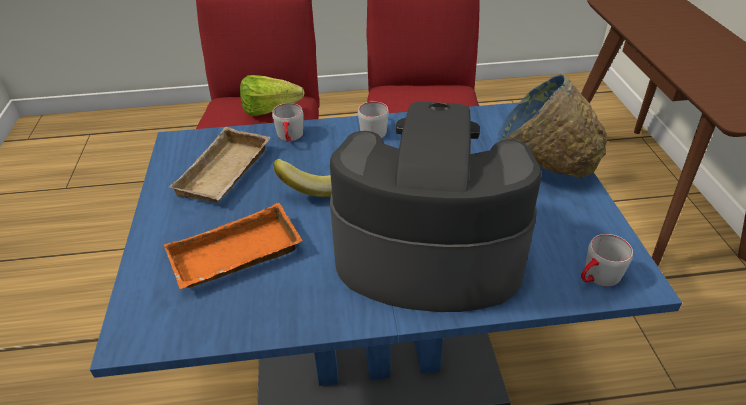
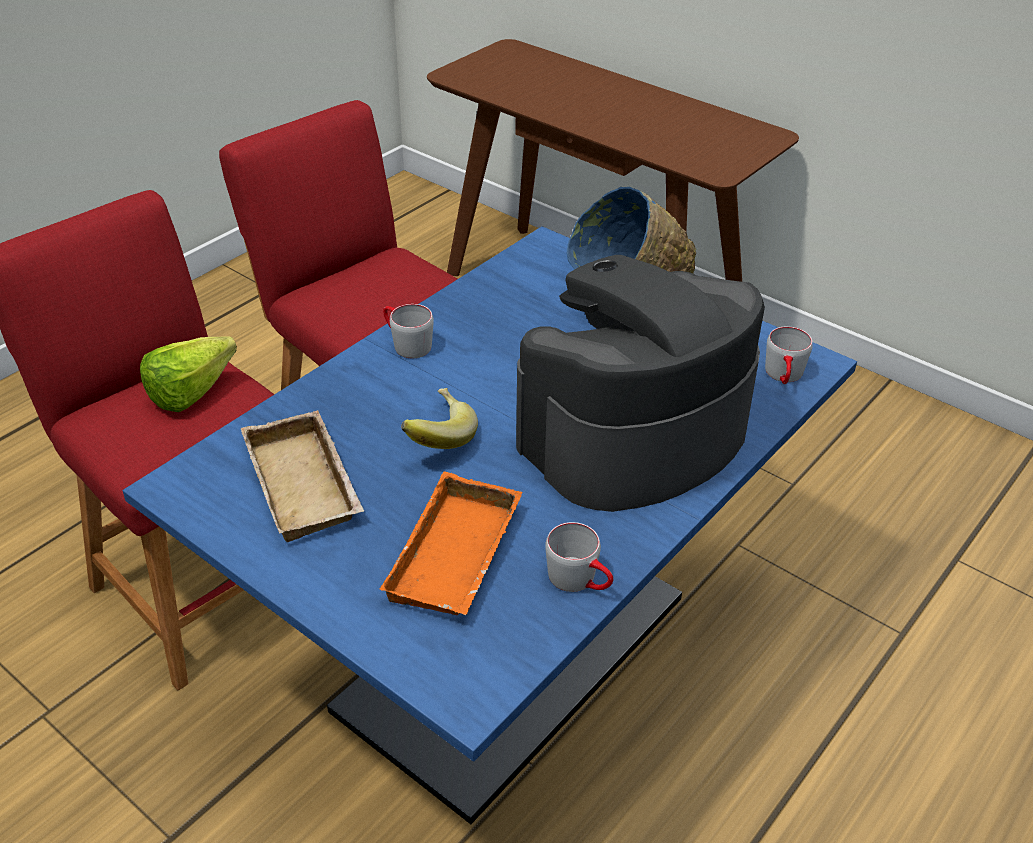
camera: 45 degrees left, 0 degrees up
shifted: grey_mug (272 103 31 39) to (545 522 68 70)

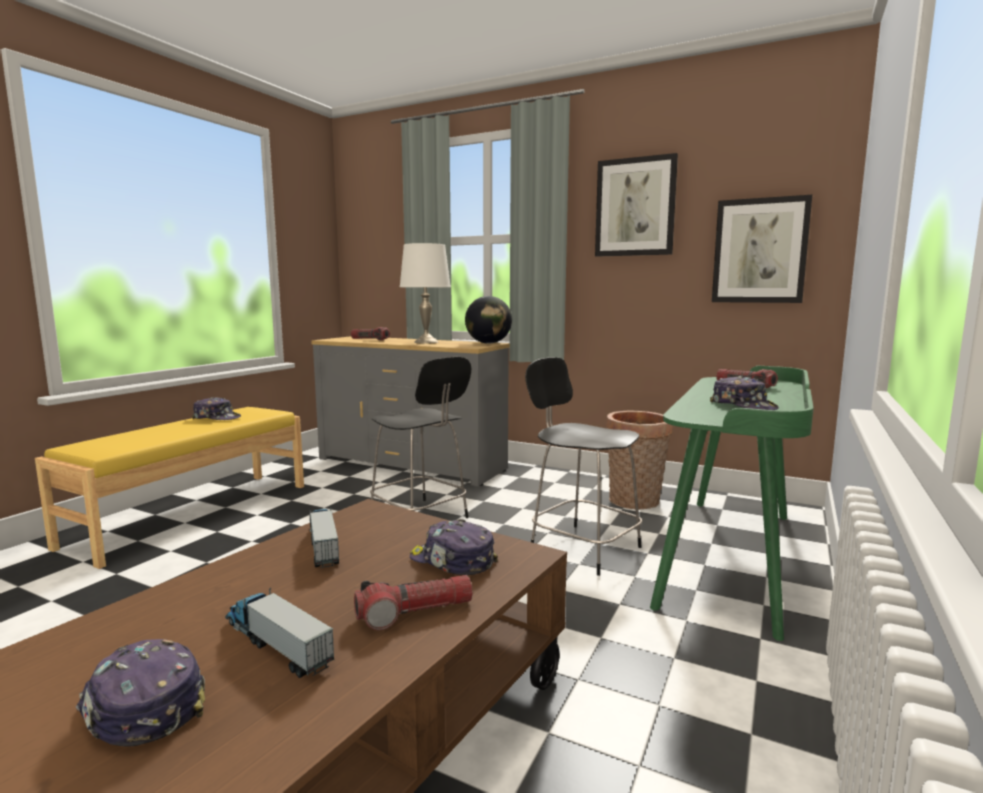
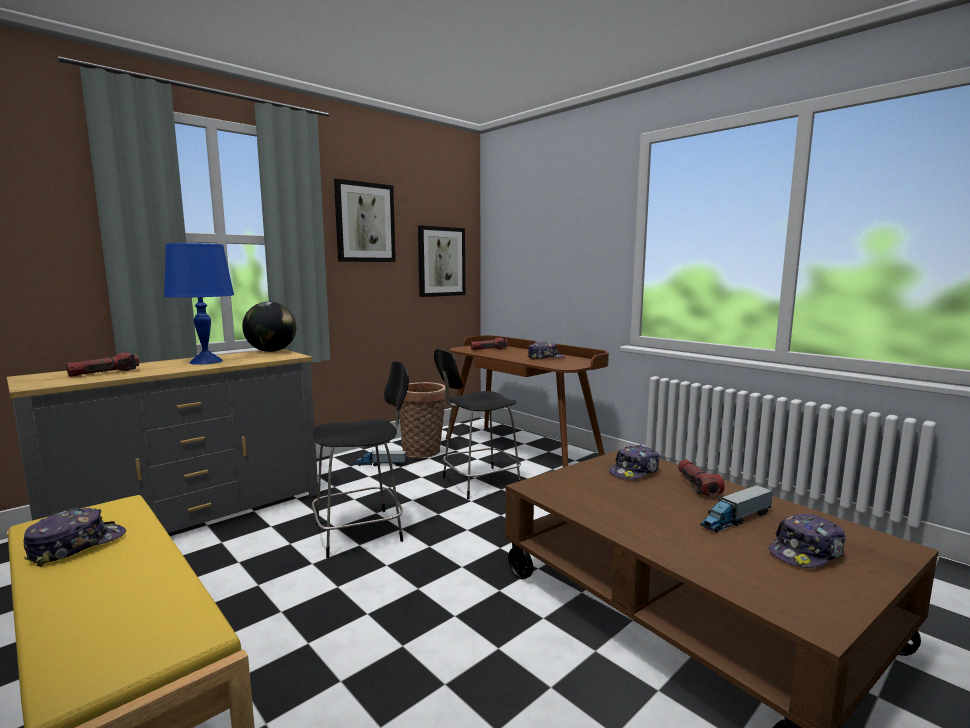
camera: 70 degrees left, 0 degrees up
shifted: toy_truck (309 506 30 62) to (356 450 51 16)
repainted: white_table_lamp (400 243 51 101) to blue_table_lamp (164 243 70 122); green_desk (650 366 164 275) to brown_desk (446 335 163 132)

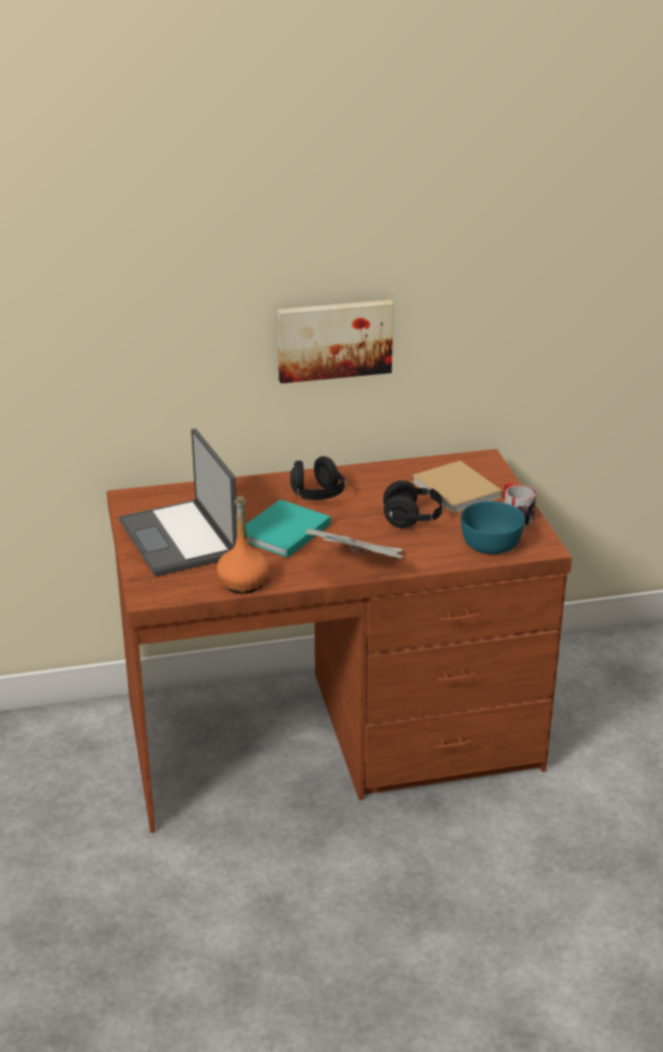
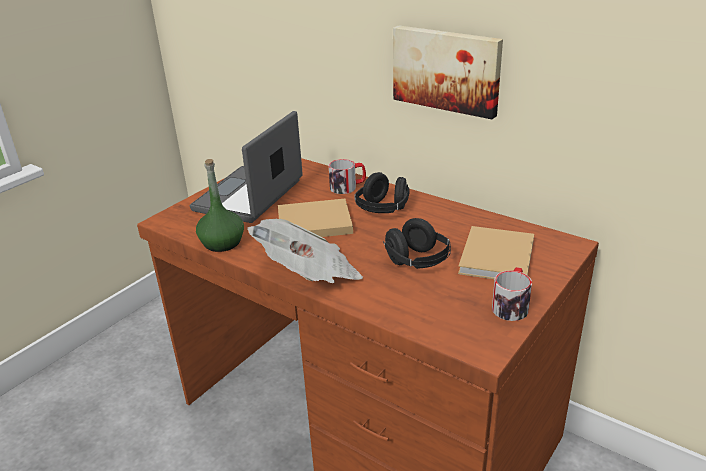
camera: 50 degrees right, 0 degrees up
gone: turquoise_bowl (461 501 64 53)
new: mug (329 159 37 35)
repainted: orange_bottle (217 496 52 98) to green_bottle (196 159 48 93); turquoise_book (246 499 85 59) to beige_book (278 198 75 39)

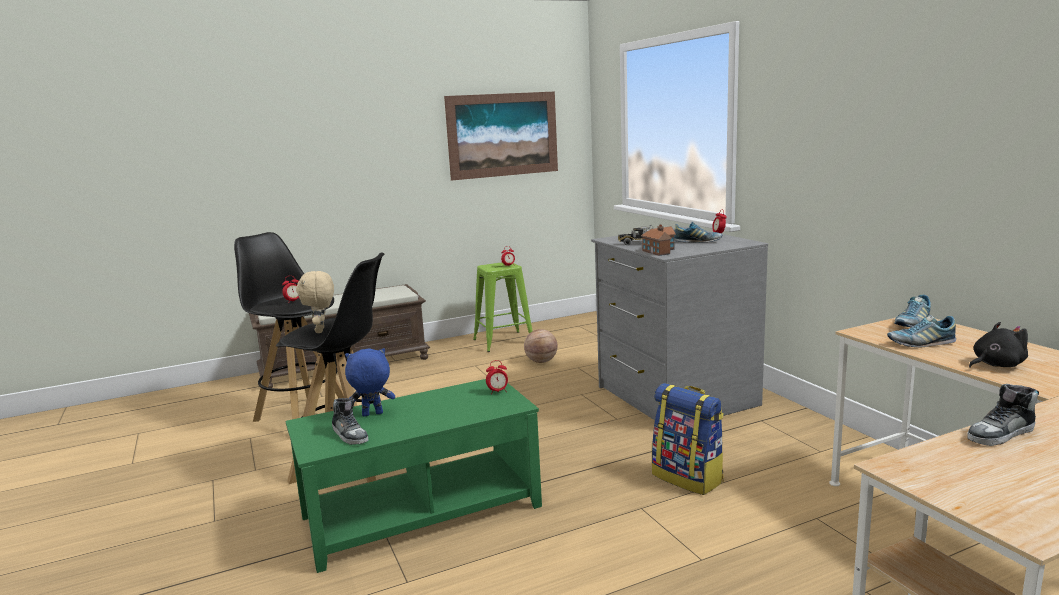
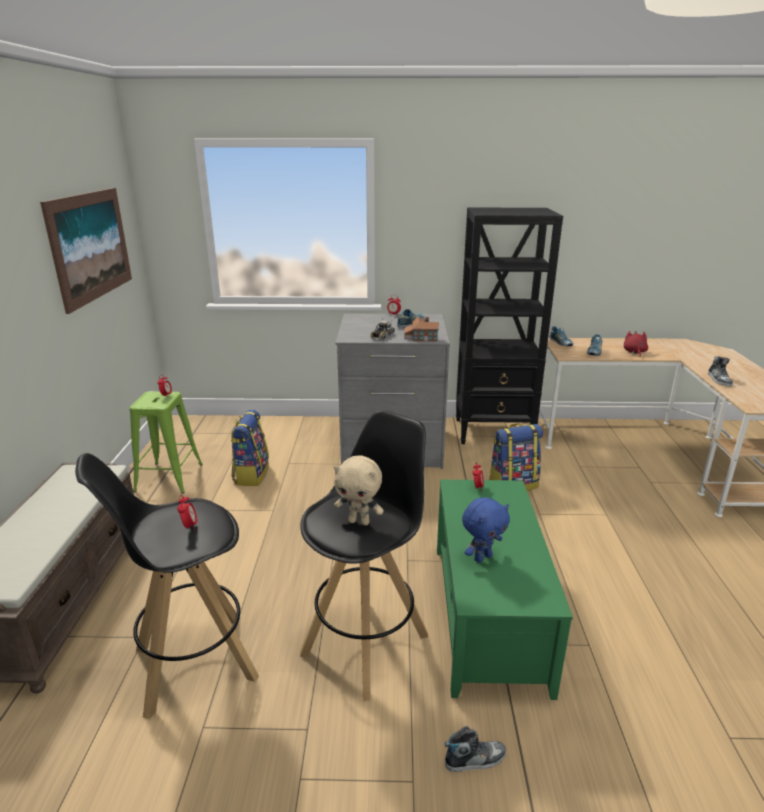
camera: 65 degrees left, 10 degrees up
new: black_bookcase (456 208 107 236)
shifted: shoe (332 398 37 47) to (445 726 61 46)
swapped: basketball (524 329 34 34) to backpack (231 410 38 76)
repainted: black_plush_toy (969 322 59 46) to red_plush_toy (624 331 24 26)
rotated: blue_plush_toy (345 348 50 68) = (462 497 48 66) 135 degrees counterclockwise

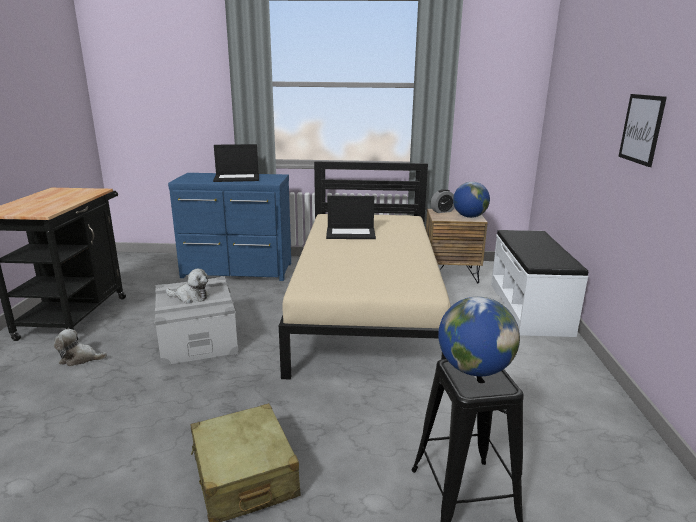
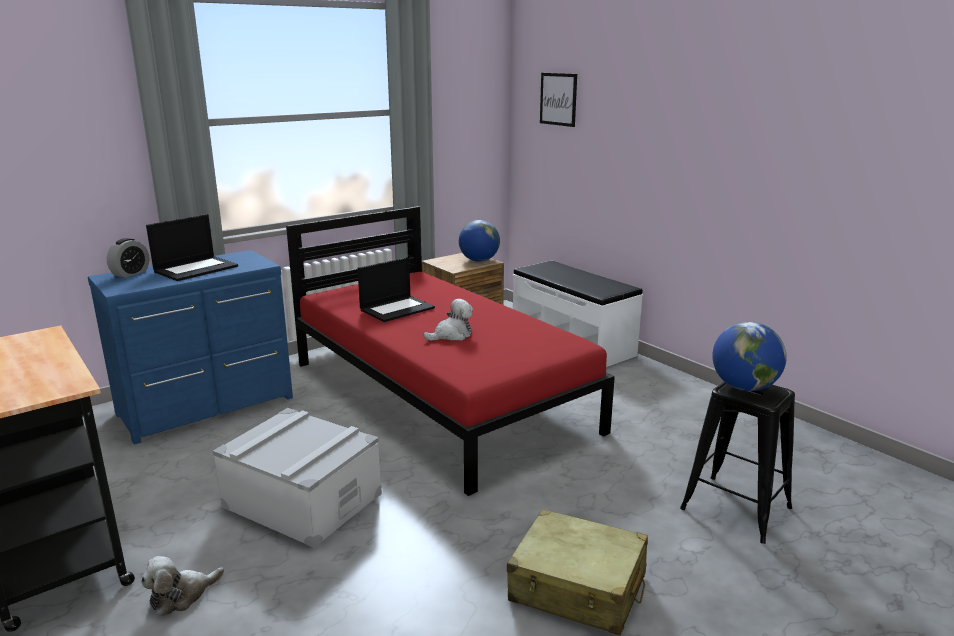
camera: 40 degrees left, 0 degrees up
shifted: plush_toy (165 268 44 36) to (424 299 49 42); alarm_clock (431 189 23 24) to (107 238 42 40); picture (618 94 49 73) to (540 73 37 54)
repainted: beige_bed (279 161 172 219) to red_bed (286 206 329 290)

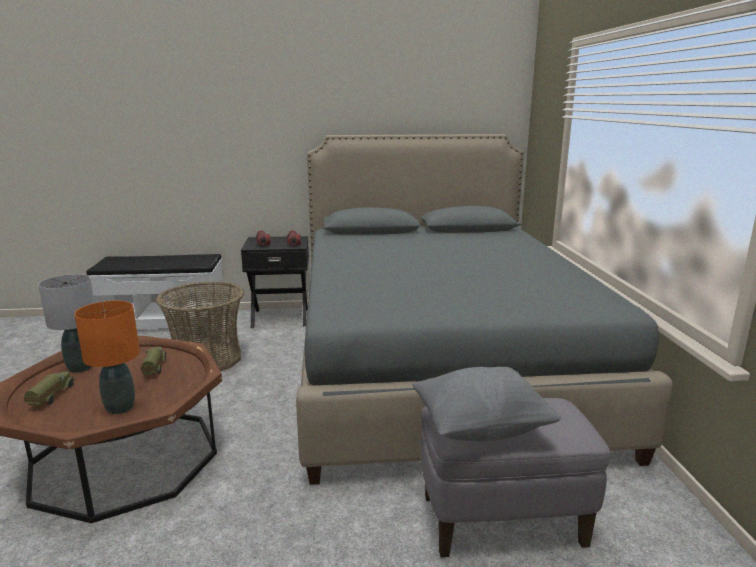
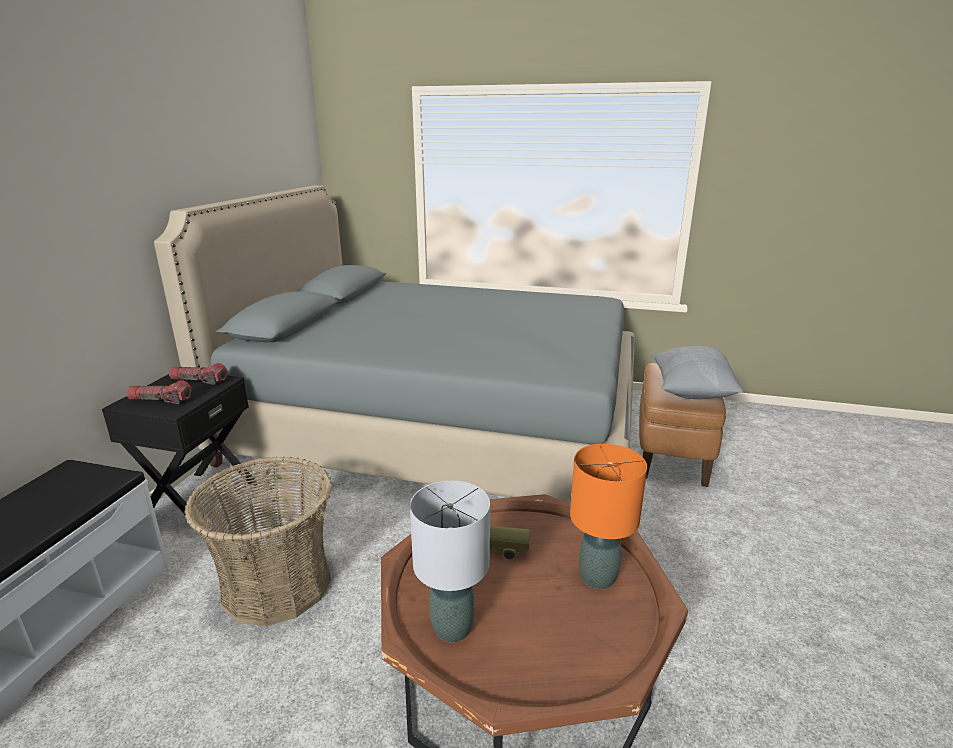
camera: 70 degrees left, 5 degrees up
gone: toy_truck (24 372 52 33)
repainted: grey_ottoman (421 398 189 159) to brown_ottoman (639 363 87 124)

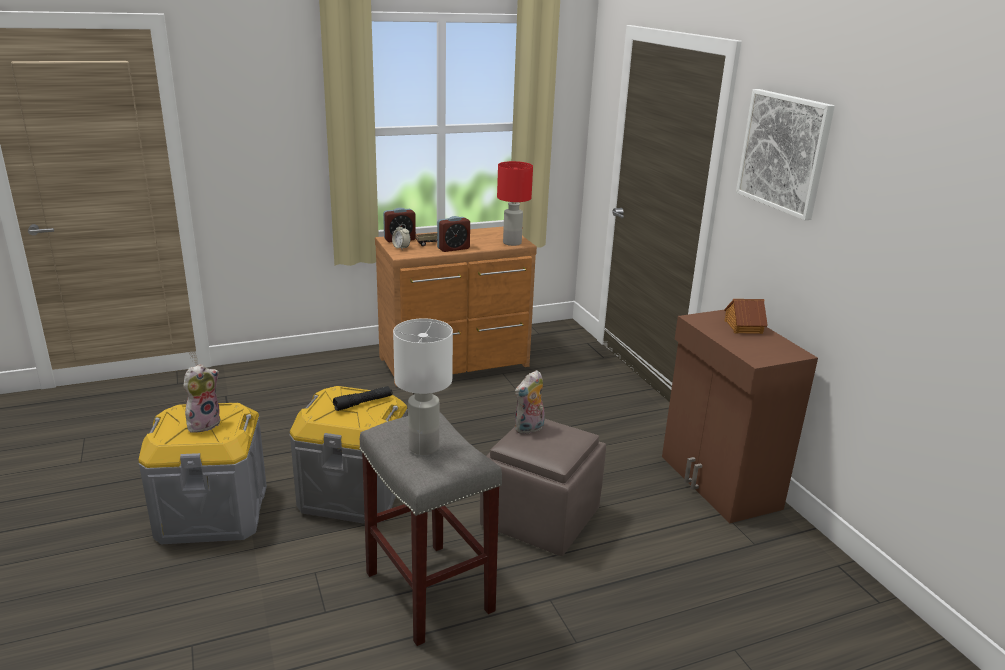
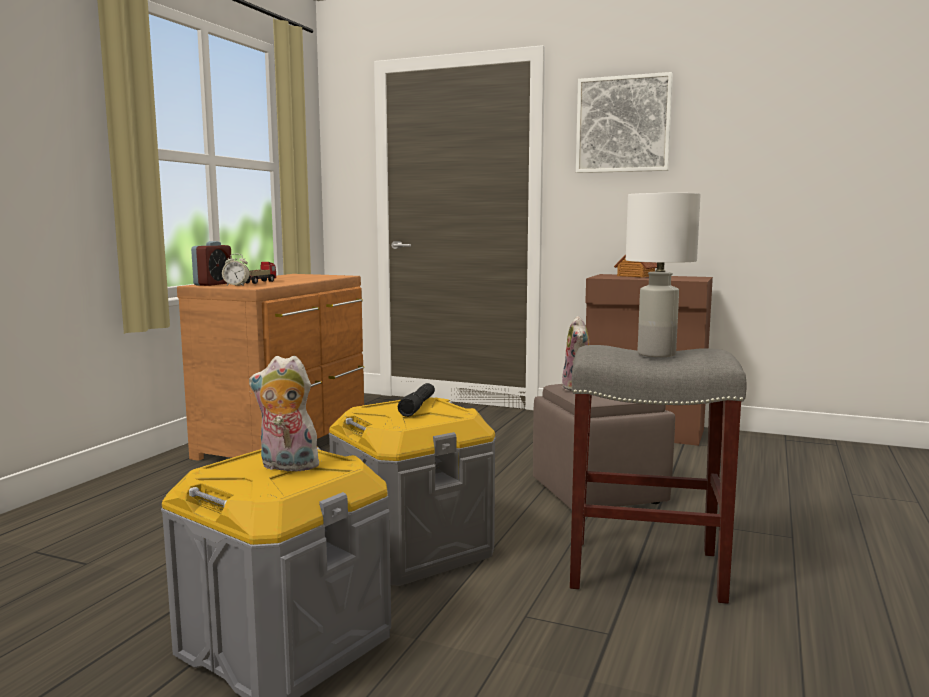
camera: 45 degrees left, 15 degrees down
gone: alarm_clock (437 216 33 36); red_table_lamp (497 161 36 85)
rotated: plush_toy (184 364 37 69) = (249 355 74 116) 75 degrees counterclockwise

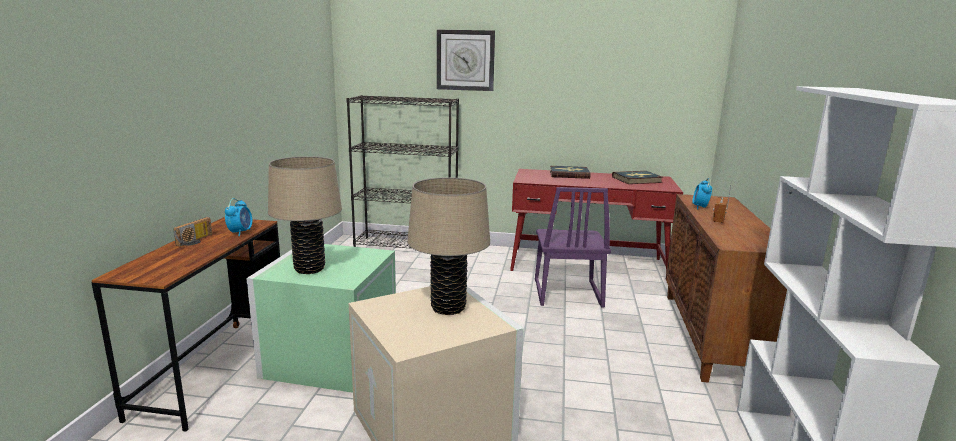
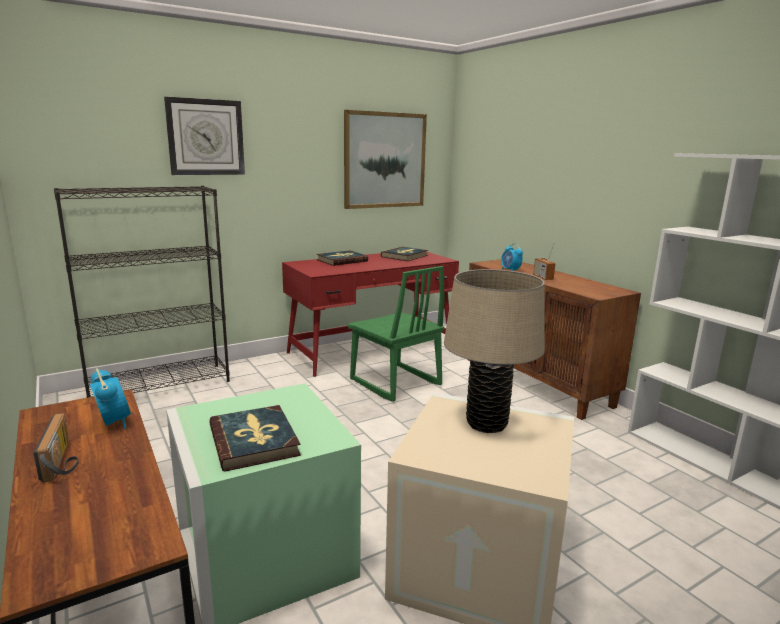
camera: 40 degrees left, 0 degrees up
new: picture (344 110 83 99)
swapped: beige_table_lamp (268 156 74 118) to book (209 405 92 67)
repainted: purple_chair (535 187 76 120) to green_chair (348 266 97 136)

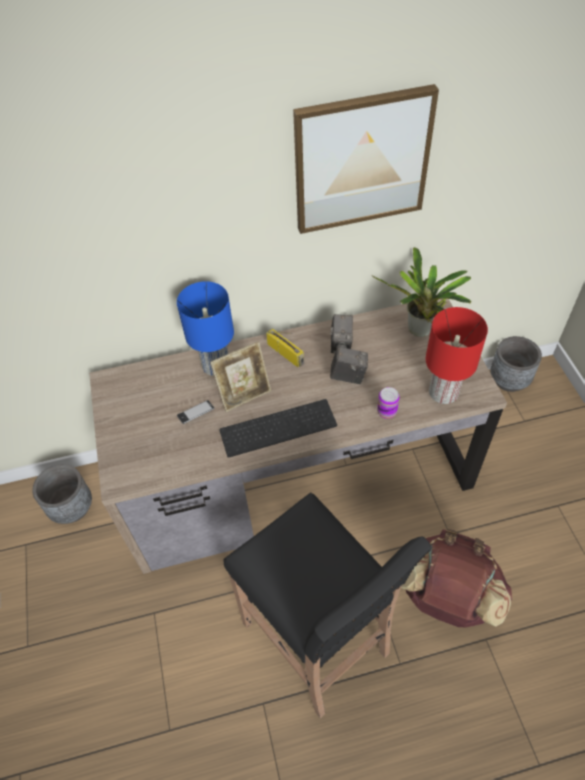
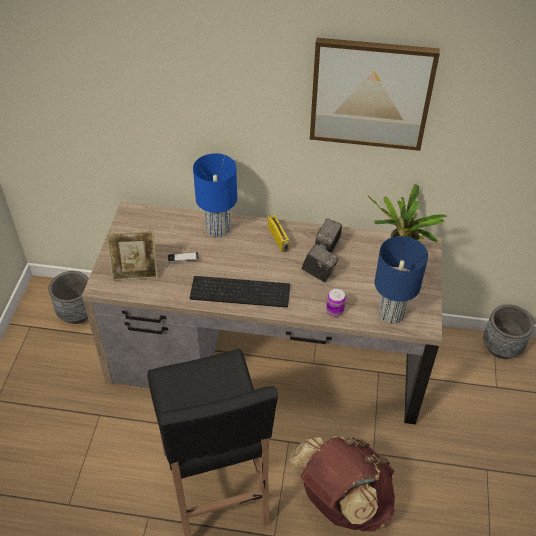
camera: 20 degrees right, 5 degrees down
shifted: picture_frame (210 341 61 71) to (106 230 52 51)
repainted: red_table_lamp (426 307 62 97) to blue_table_lamp (375 236 53 88)

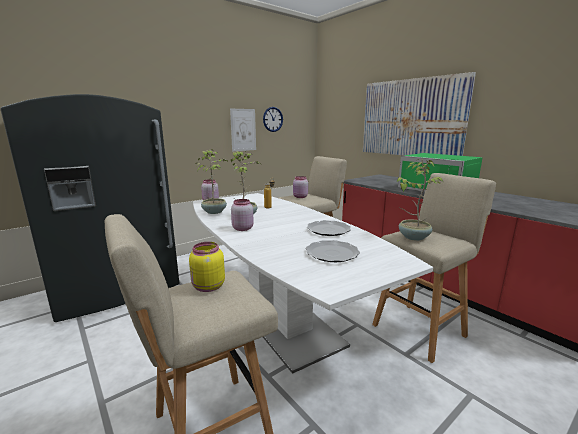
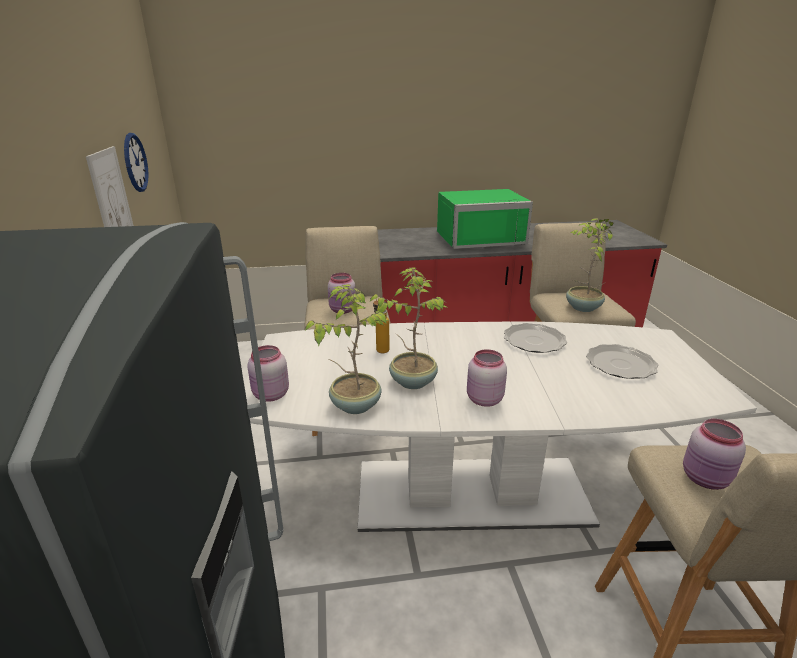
camera: 60 degrees left, 10 degrees up
gone: picture (363 72 113 84)
repainted: yellow_jar (189 242 36 50) to pink_jar (683 419 63 71)

